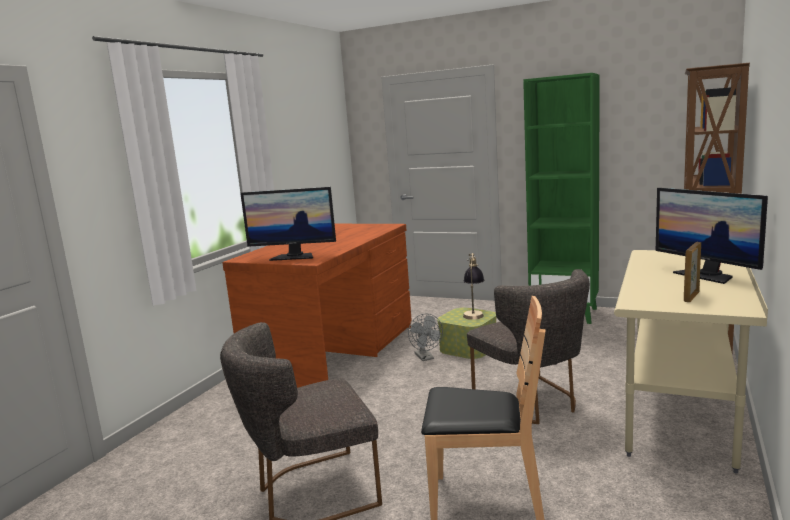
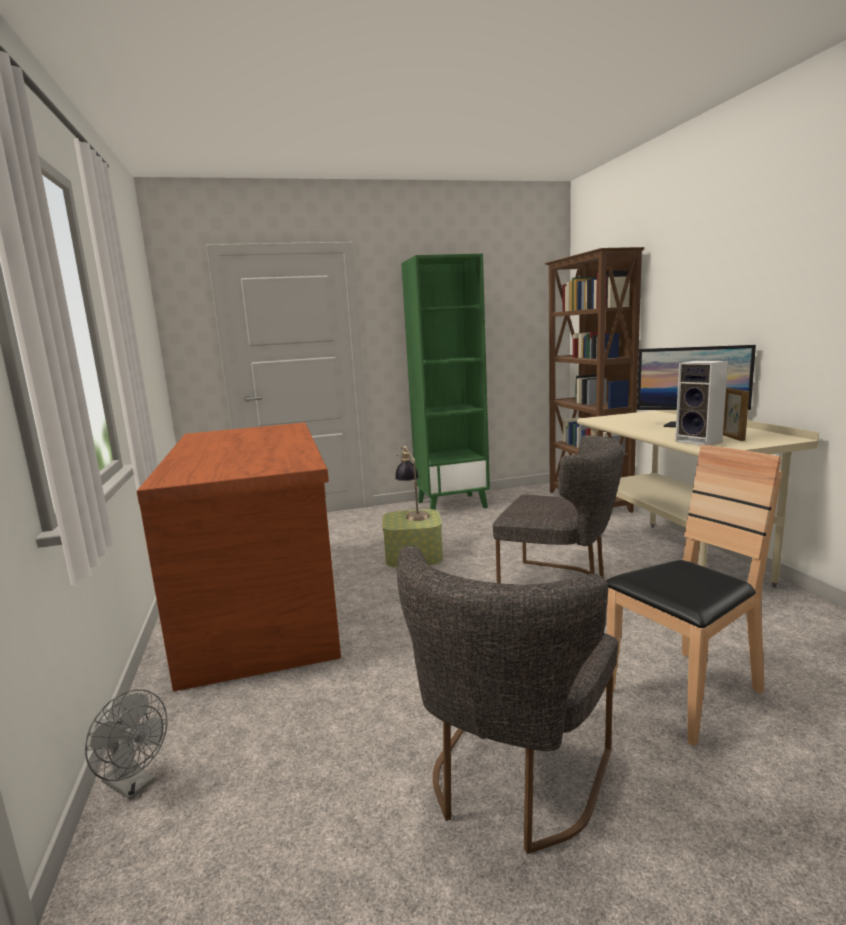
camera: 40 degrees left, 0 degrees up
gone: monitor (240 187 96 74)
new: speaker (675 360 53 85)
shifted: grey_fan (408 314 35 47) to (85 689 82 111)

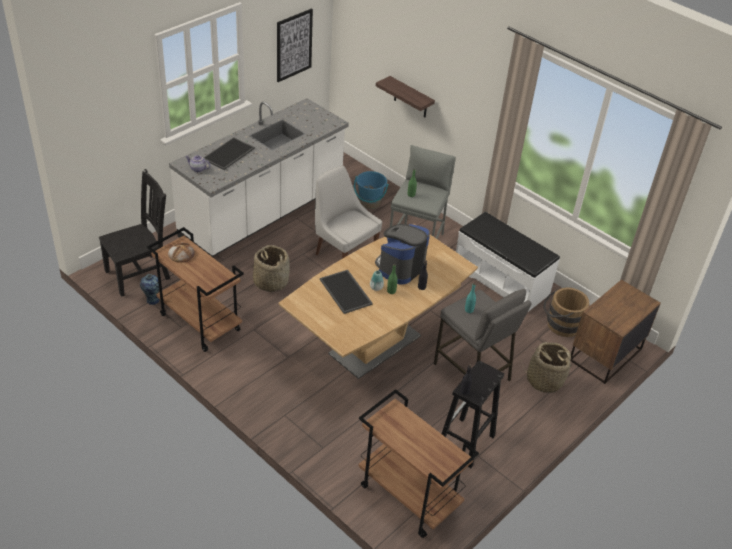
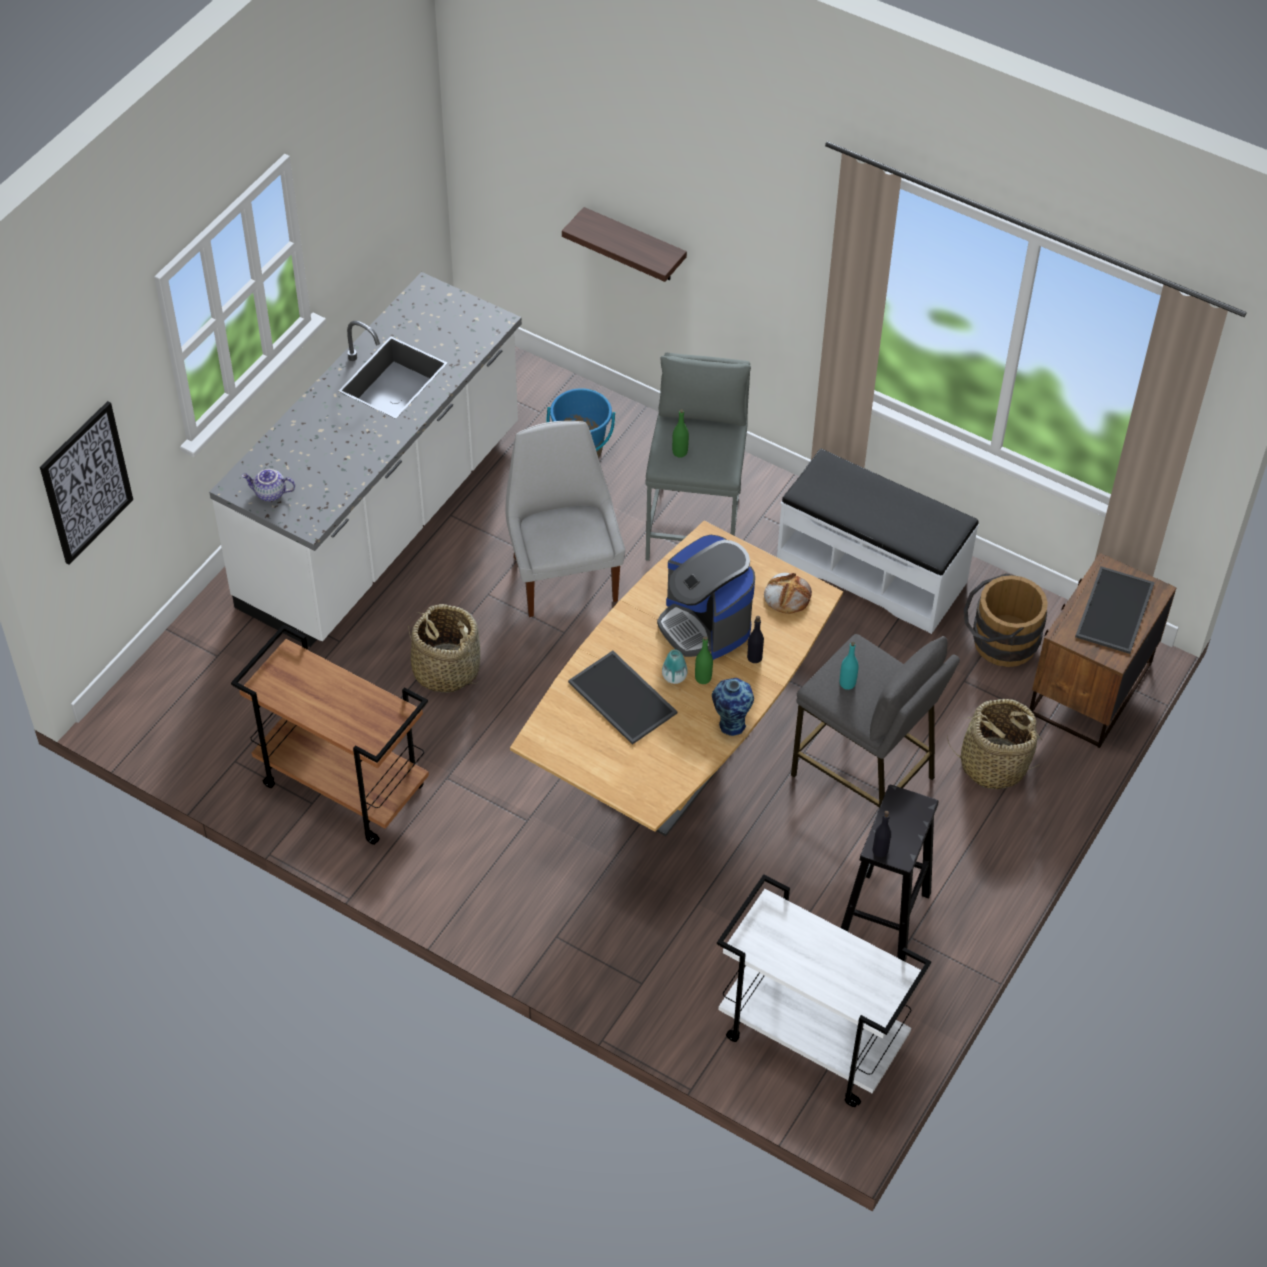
camera: 10 degrees left, 10 degrees up
gone: black_chair (99 169 72 128)
shifted: vase (140 274 19 31) to (712 678 42 58); bread (168 243 27 20) to (764 573 48 41); tray (204 137 51 33) to (1075 566 80 88); picture (277 8 36 74) to (40 401 93 164)
repainted: brown_cart (358 389 121 149) to white_cart (717 874 214 233)
rotated: white_chair (315 166 67 93) = (505 421 120 196) 45 degrees clockwise; coffee_machine (375 224 55 61) = (657 535 98 125) 60 degrees counterclockwise

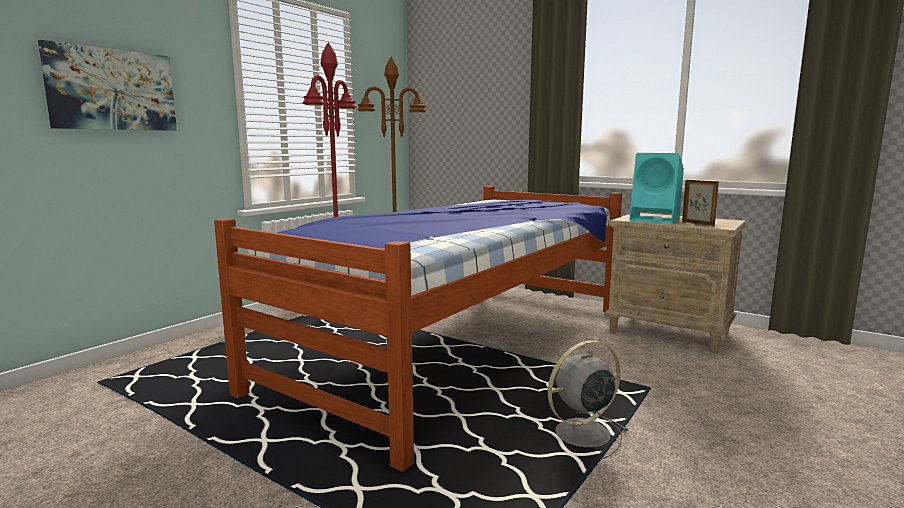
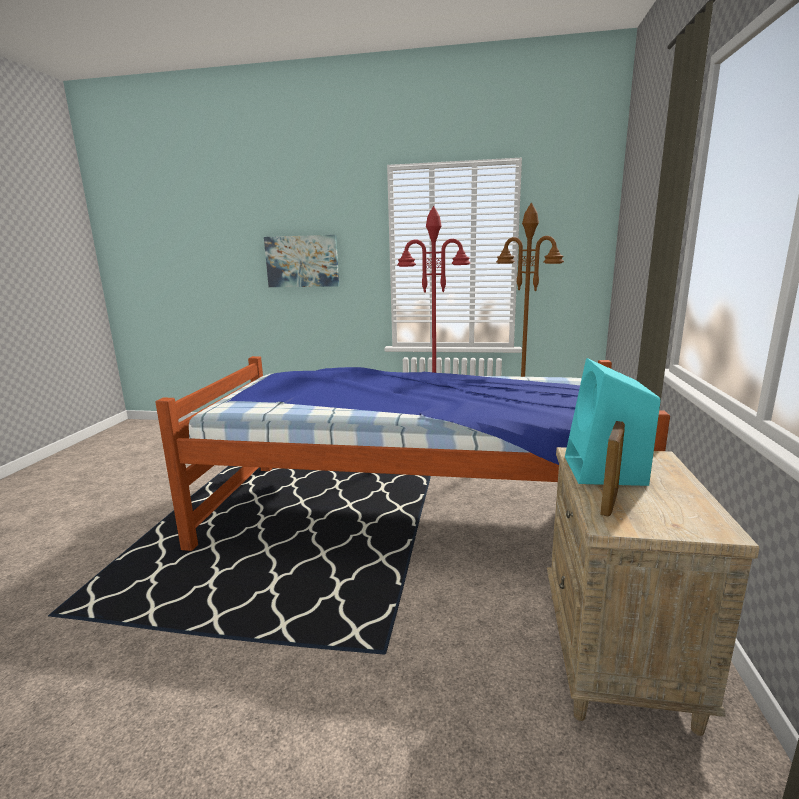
camera: 65 degrees right, 5 degrees up
gone: grey_fan (548 340 81 119)

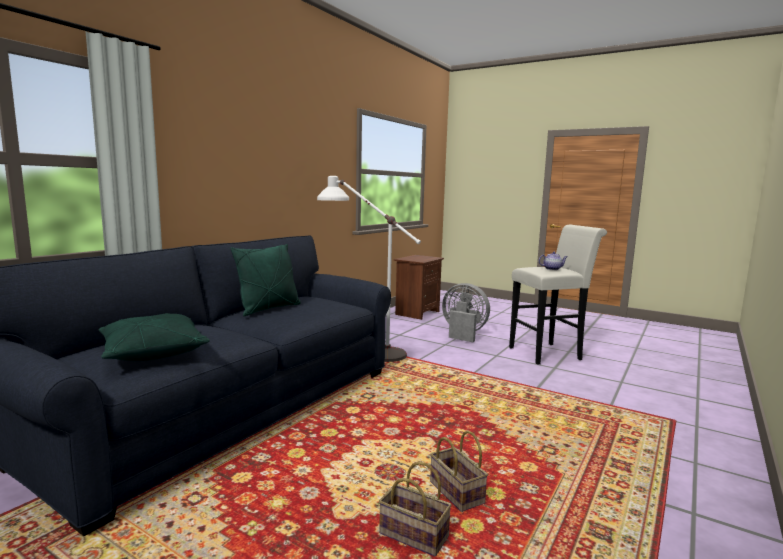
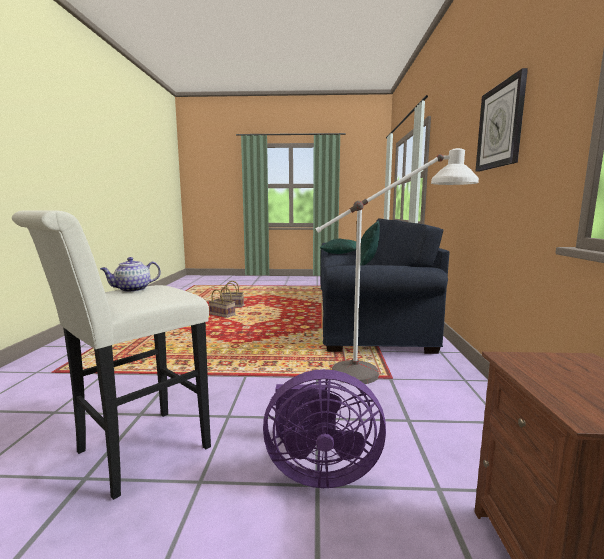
camera: 150 degrees right, 0 degrees up
new: wall_clock (475 68 53 104)
repainted: grey_fan (442 283 48 59) to purple_fan (263 369 123 119)

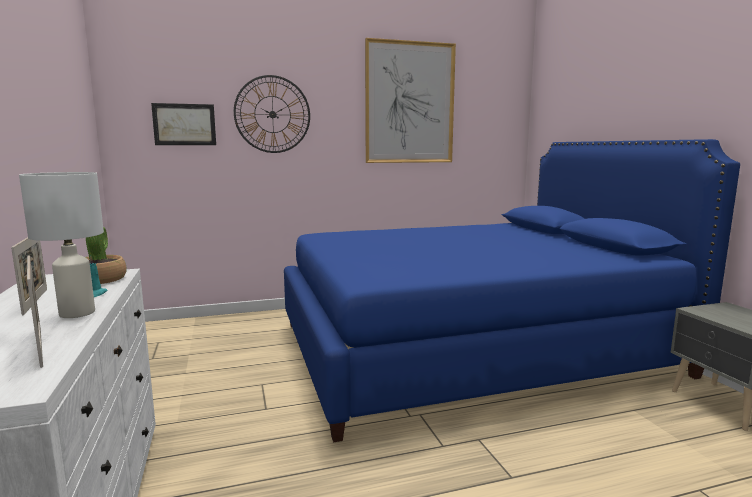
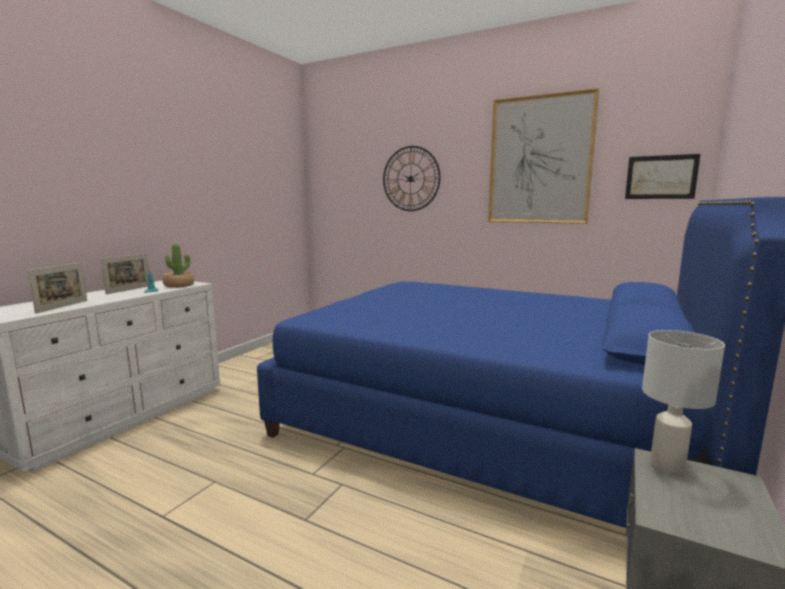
camera: 45 degrees right, 0 degrees up
shifted: white_table_lamp (19 172 85 146) to (642 330 83 145); picture (151 103 65 42) to (625 154 76 45)

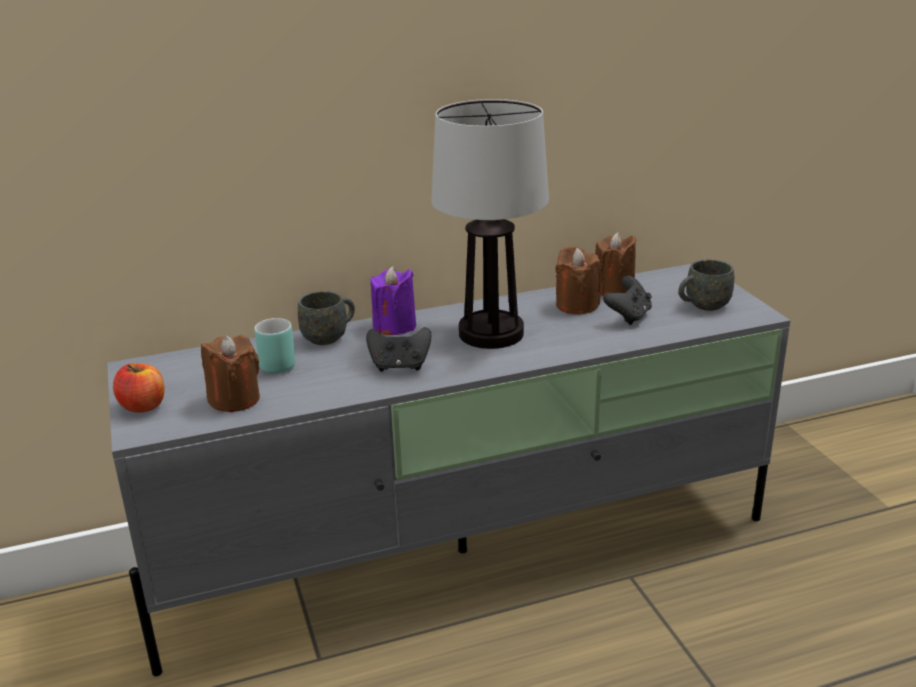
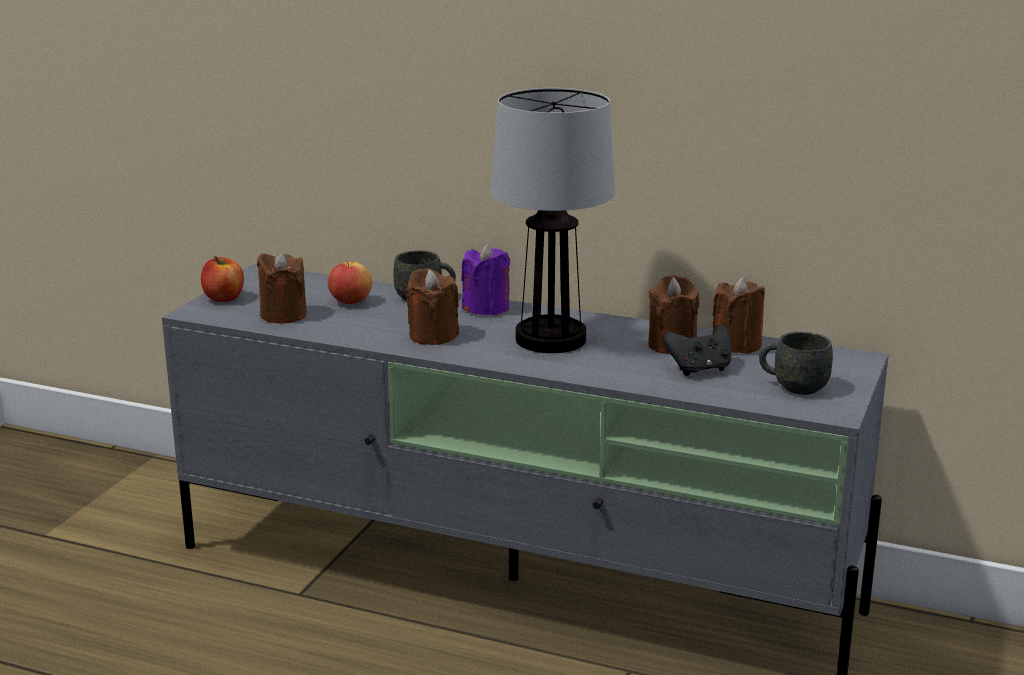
camera: 40 degrees right, 5 degrees down
swapped: turquoise_mug (254 318 42 56) to apple (327 261 45 43); black_game_controller (366 327 65 45) to brown_candle (406 268 53 77)

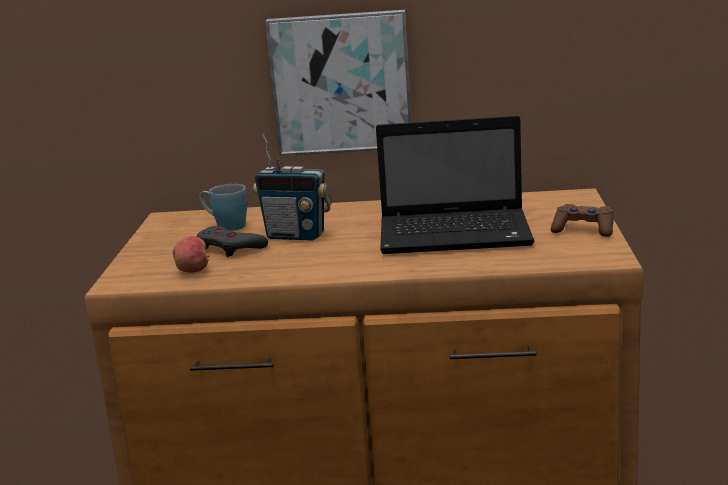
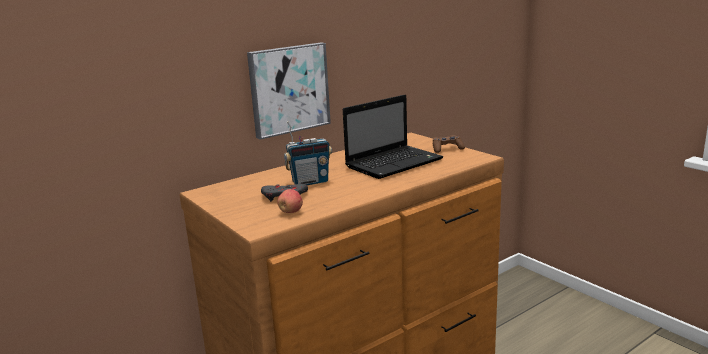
camera: 40 degrees left, 0 degrees up
gone: blue_mug (199 184 48 47)

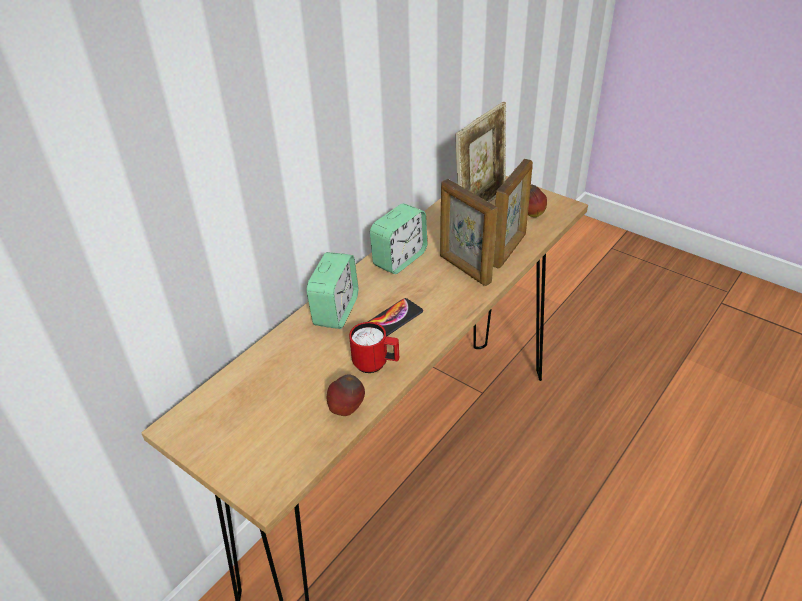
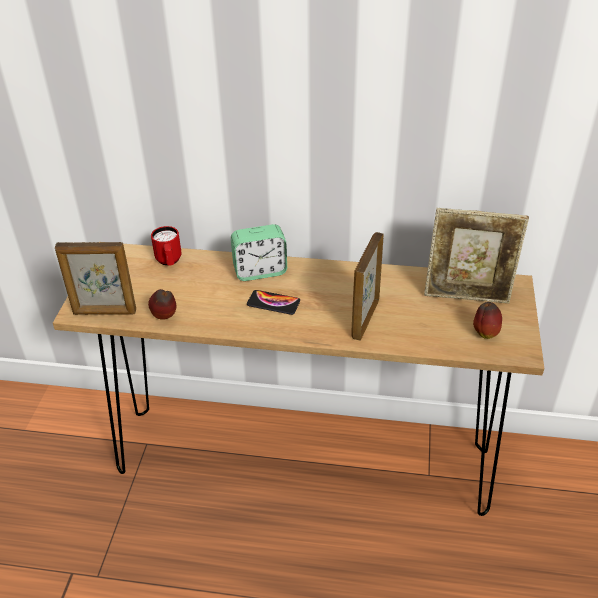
camera: 60 degrees right, 0 degrees up
gone: alarm_clock (370 203 57 71)
shifted: red_mug (349 322 50 51) to (151 226 31 40); picture_frame (493 159 40 109) to (55 242 81 73)

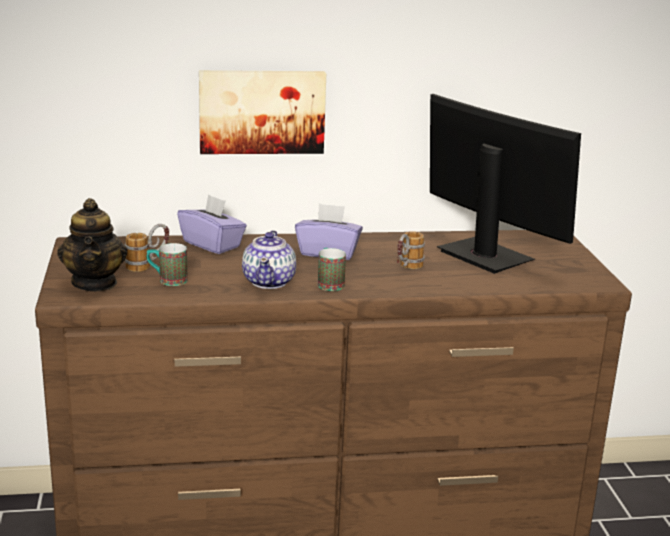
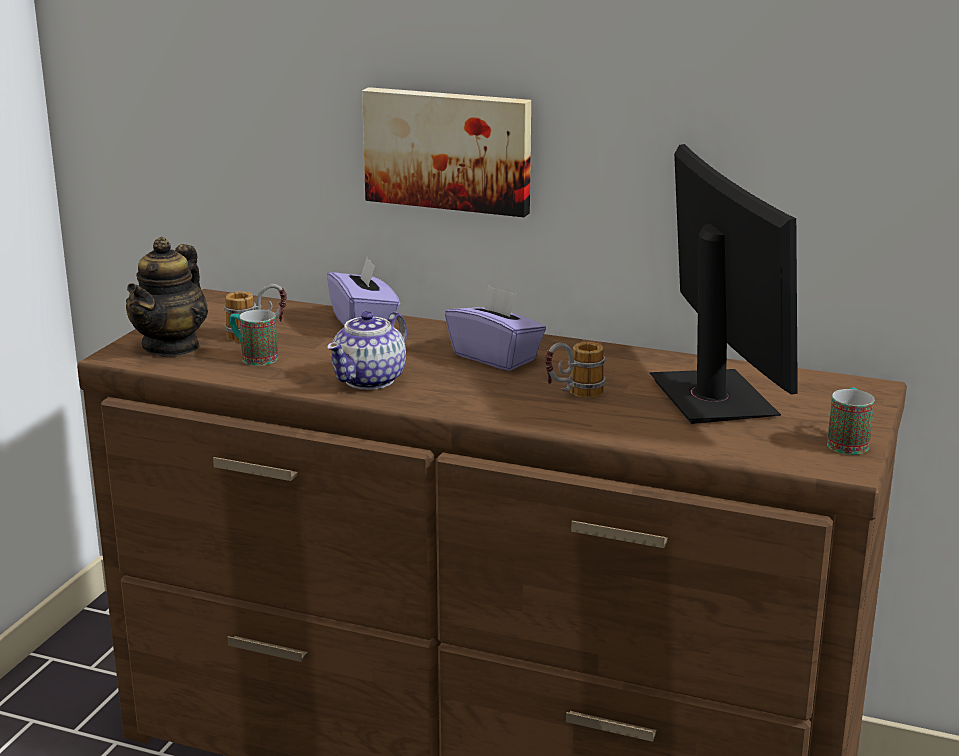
camera: 30 degrees right, 0 degrees up
shifted: mug (318 248 28 43) to (827 388 48 67)

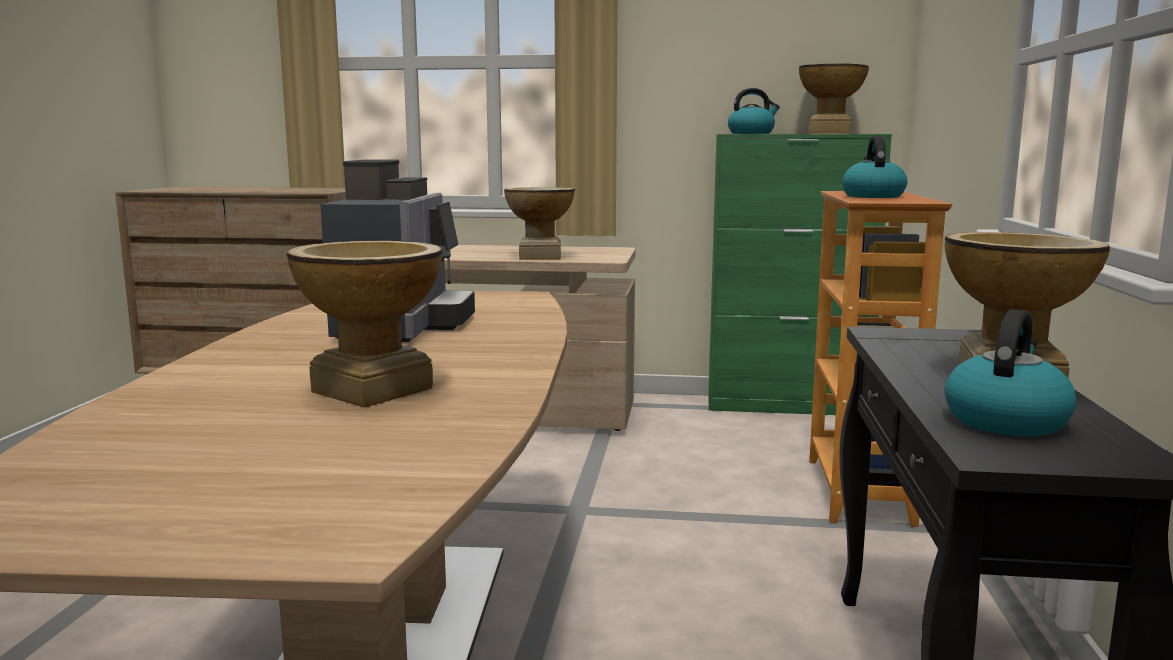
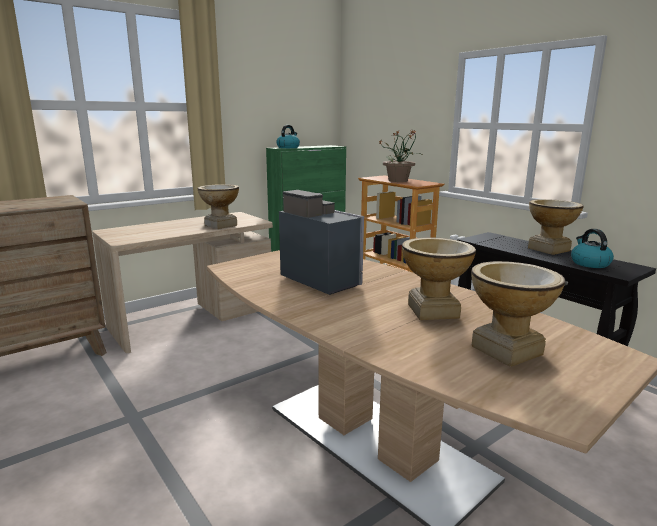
camera: 45 degrees left, 5 degrees up
shifted: vase (799 63 70 71) to (471 261 94 106)
swapped: kettle (842 136 65 62) to potted_plant (379 129 43 53)

